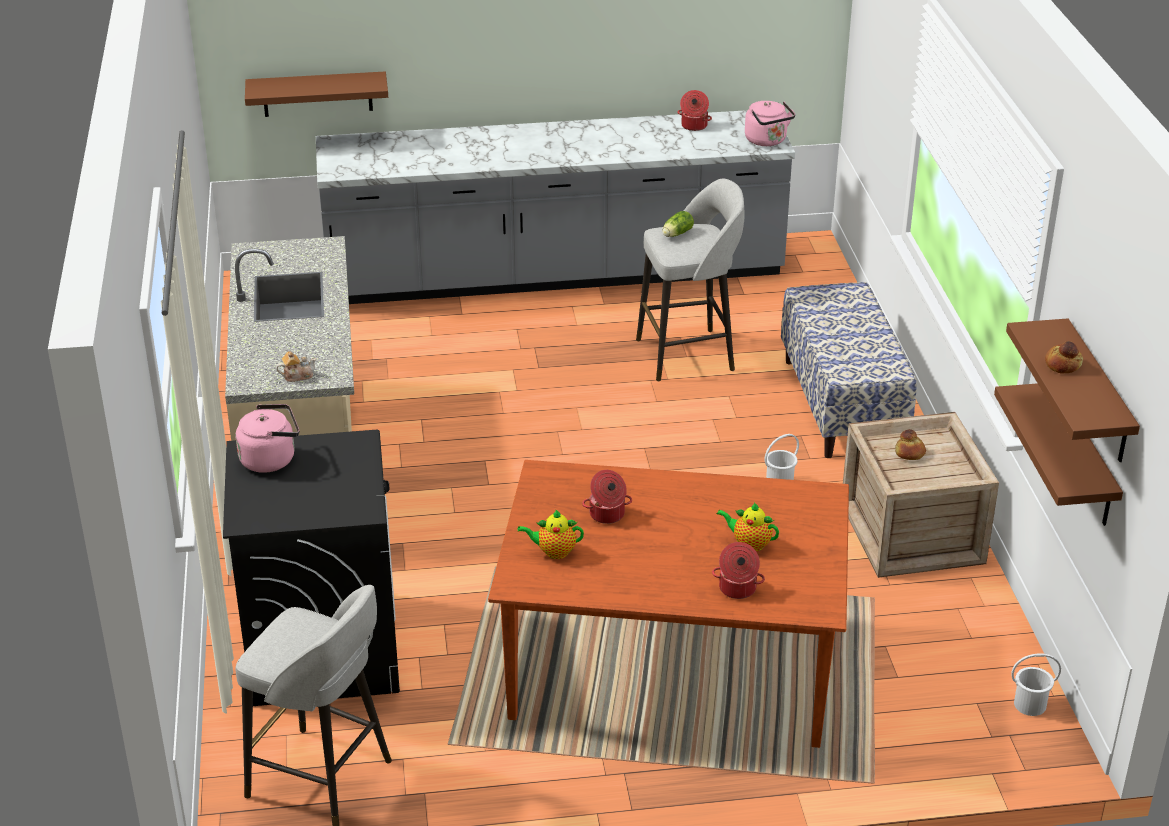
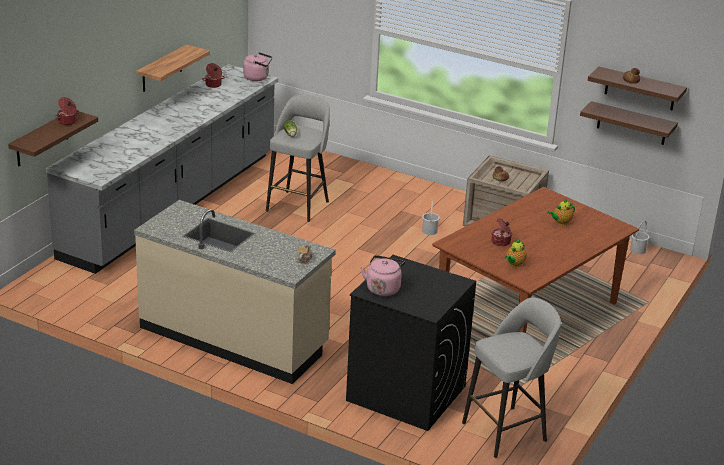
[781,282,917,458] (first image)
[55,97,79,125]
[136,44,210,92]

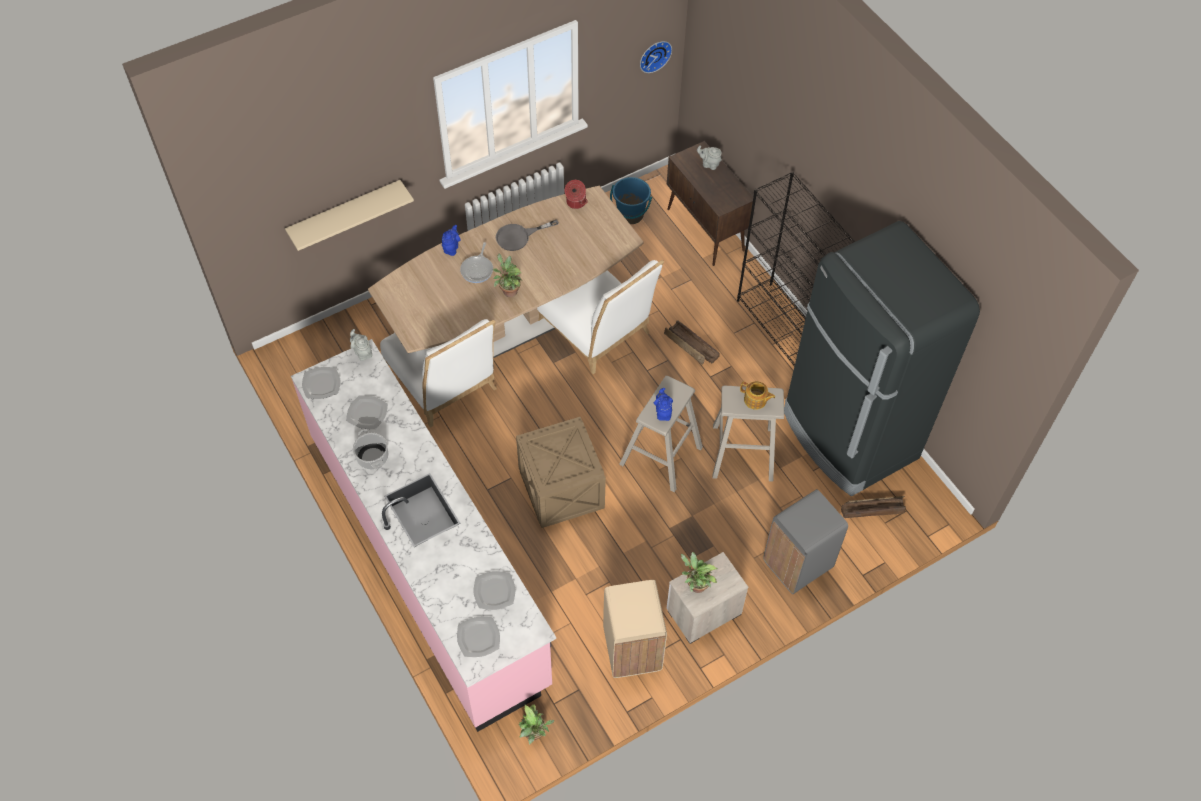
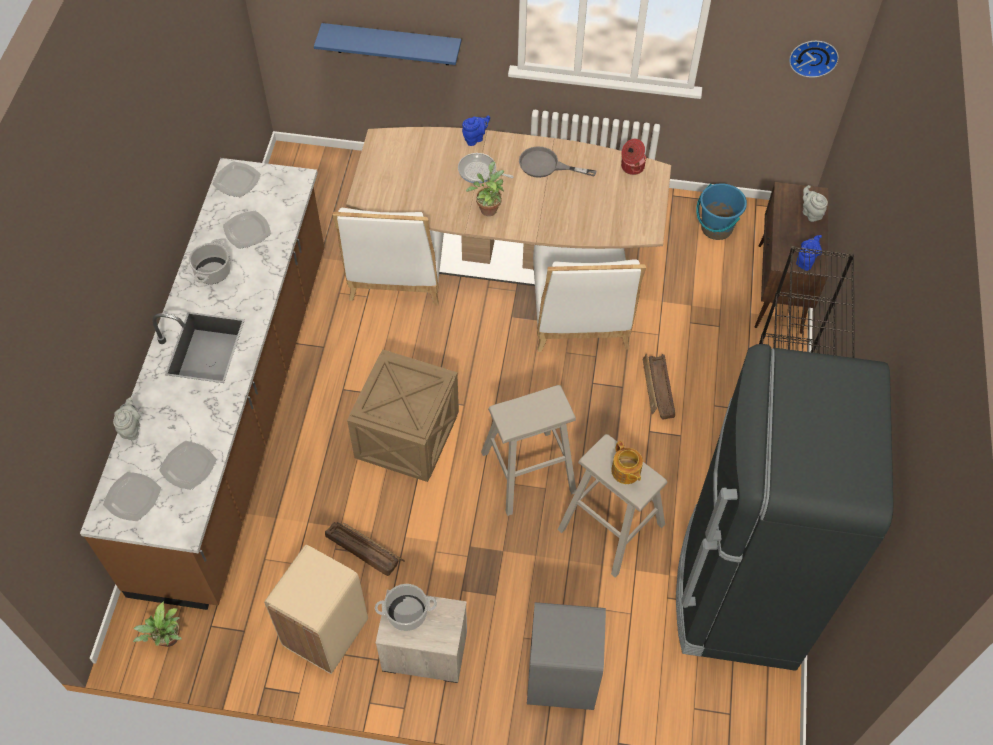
[314,23,461,65]
[458,153,514,184]
[113,397,141,440]
[80,158,324,610]
[796,235,822,271]
[325,522,405,576]
[375,584,437,631]

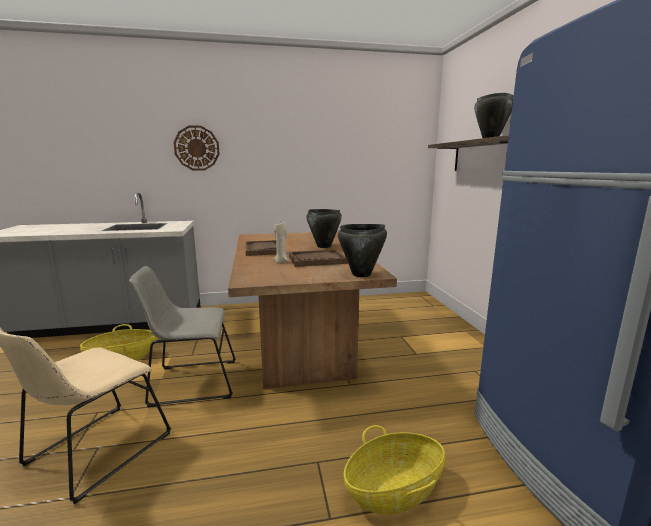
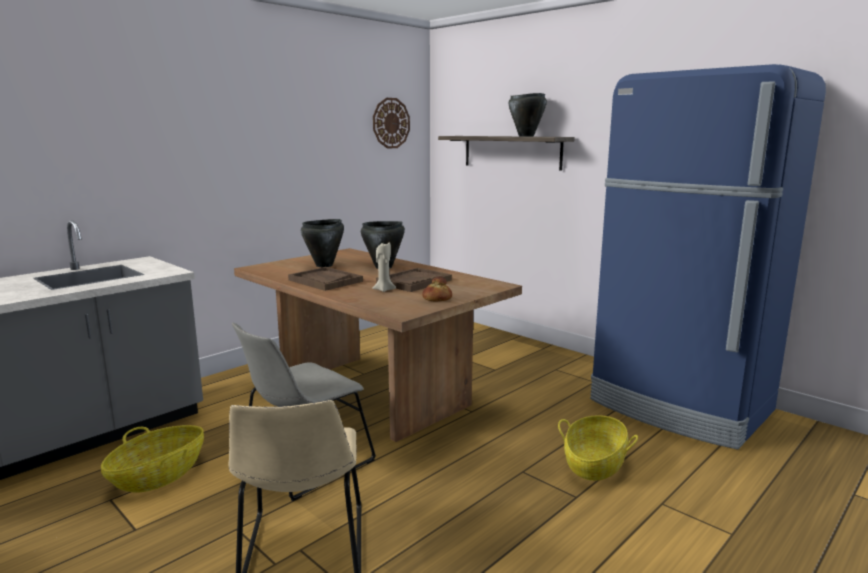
[373,98,410,148]
[301,219,344,267]
[422,276,452,301]

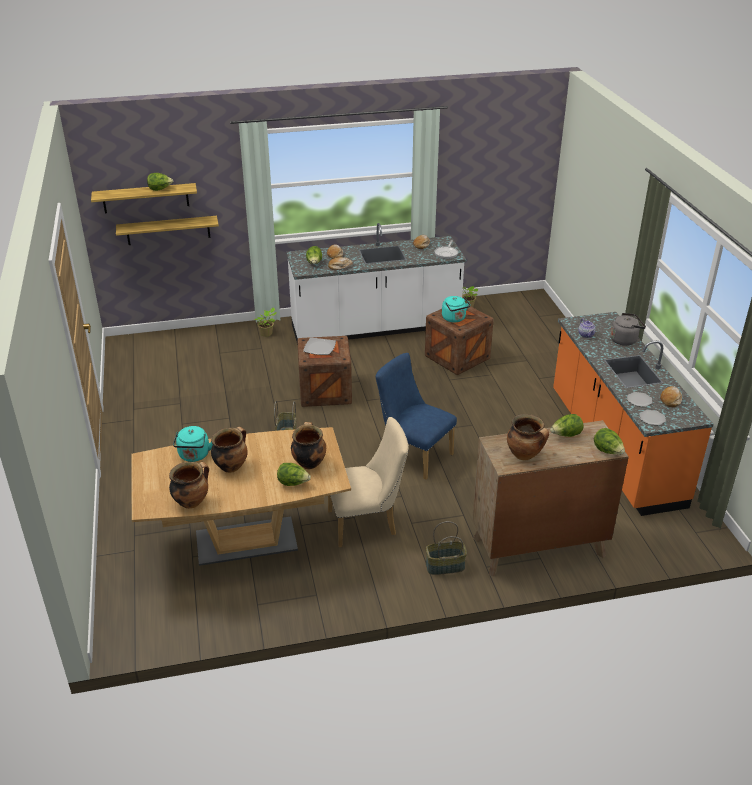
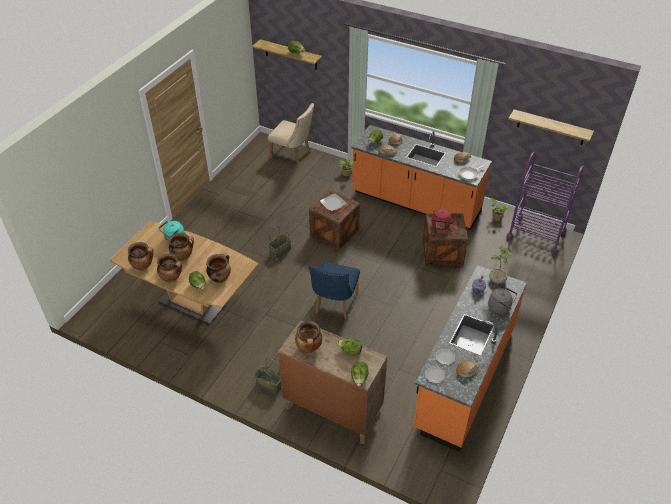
[508,109,594,145]
[351,125,492,230]
[432,208,456,230]
[309,262,360,319]
[268,103,314,165]
[506,152,584,255]
[489,245,516,284]
[157,254,182,282]

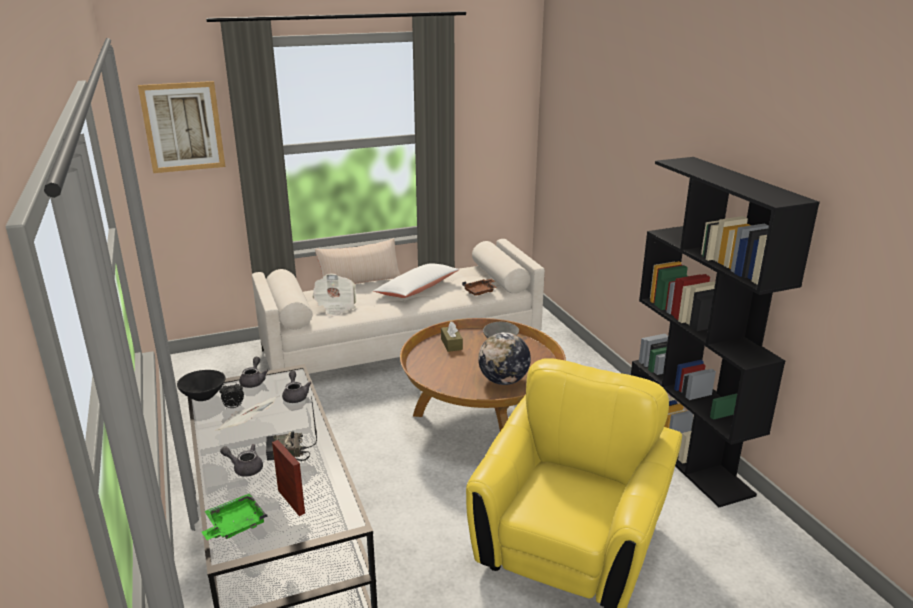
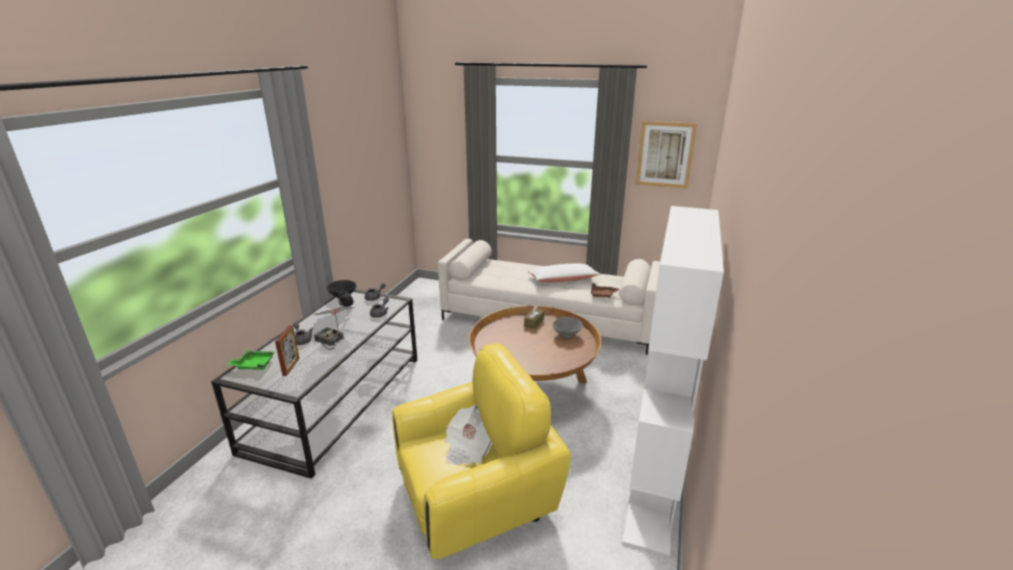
[635,121,697,189]
[622,206,724,557]
[315,238,401,283] (first image)
[445,405,492,465]
[478,332,531,385] (first image)

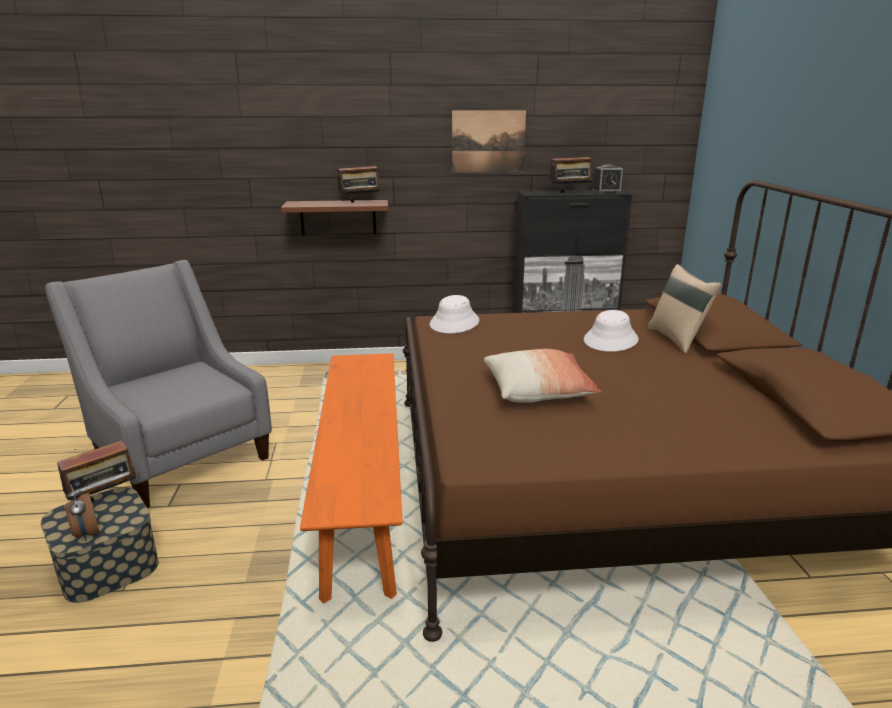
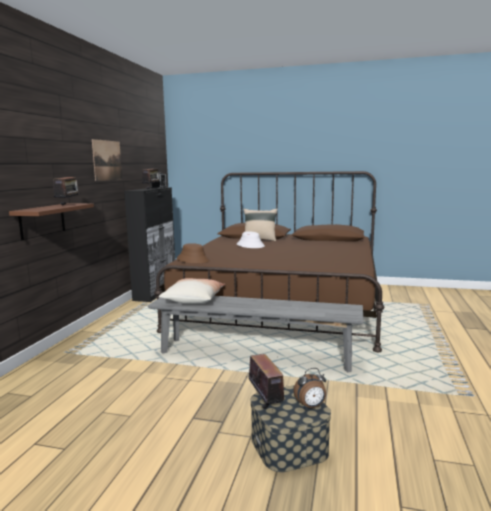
[45,260,272,508] (first image)
[177,243,210,264]
[159,278,225,304]
[148,296,364,372]

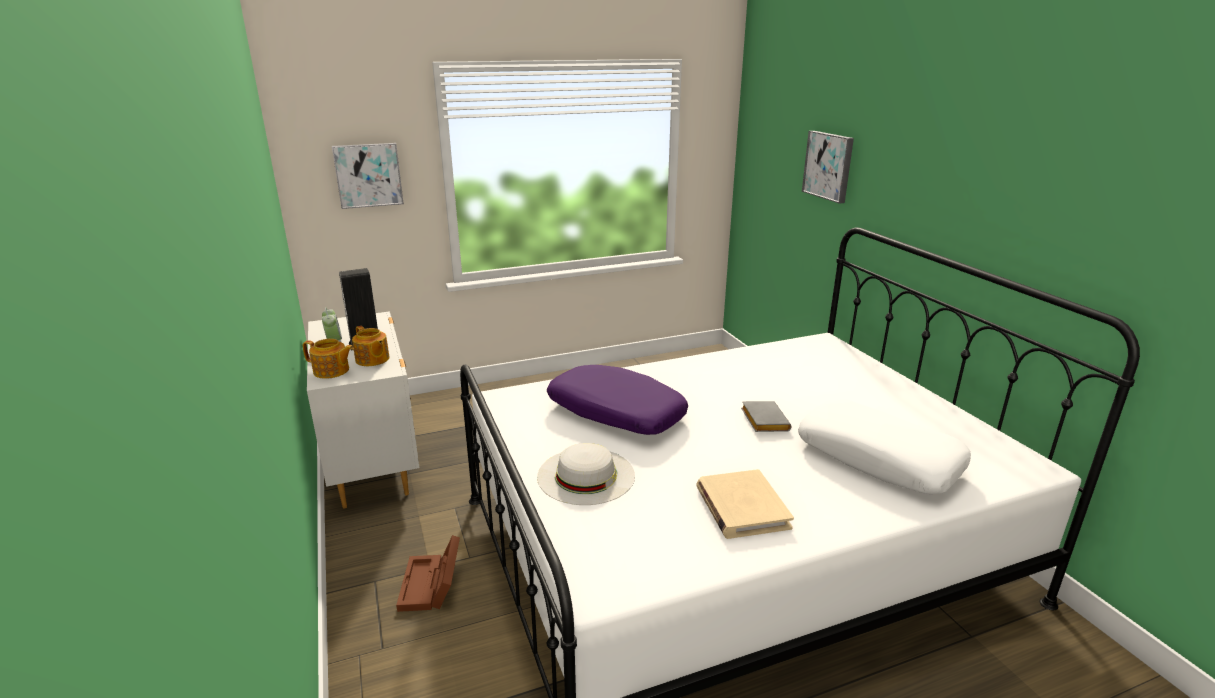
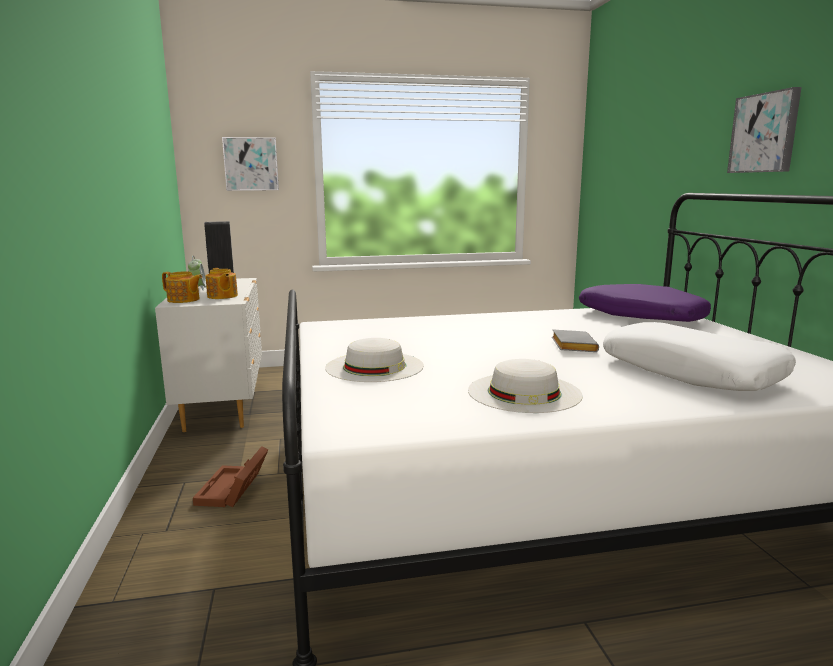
[727,87,802,173]
[579,284,711,322]
[468,359,583,413]

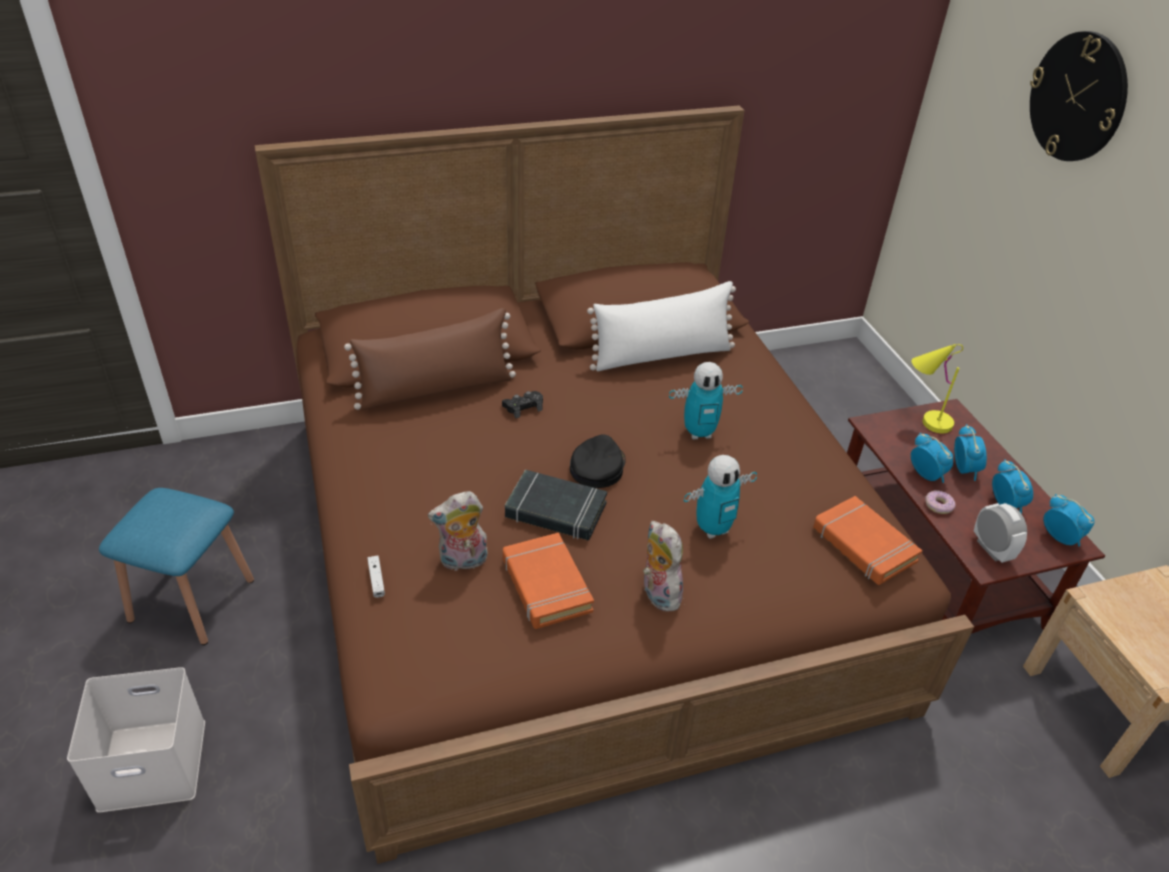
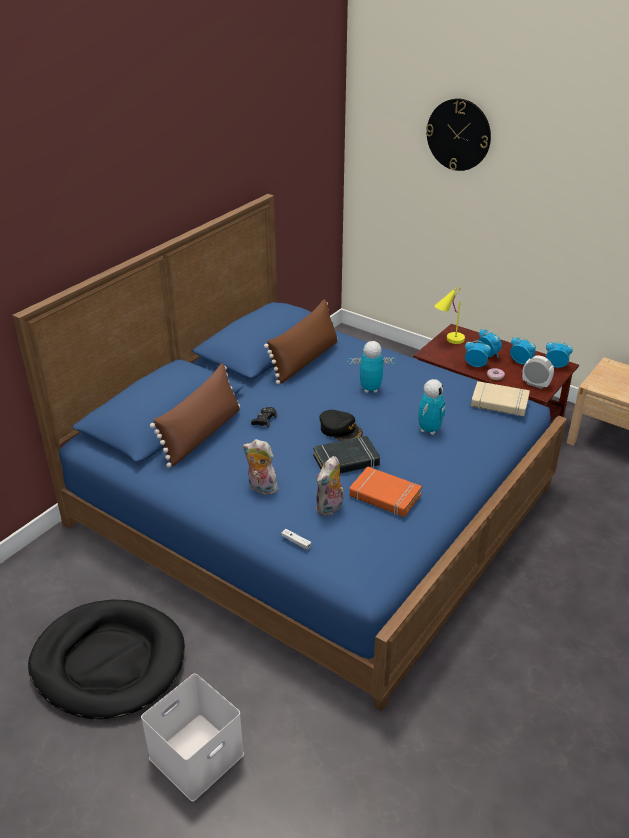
[12,194,567,711]
[264,299,338,384]
[348,341,396,393]
[319,410,363,441]
[28,599,185,719]
[471,381,530,416]
[243,439,278,495]

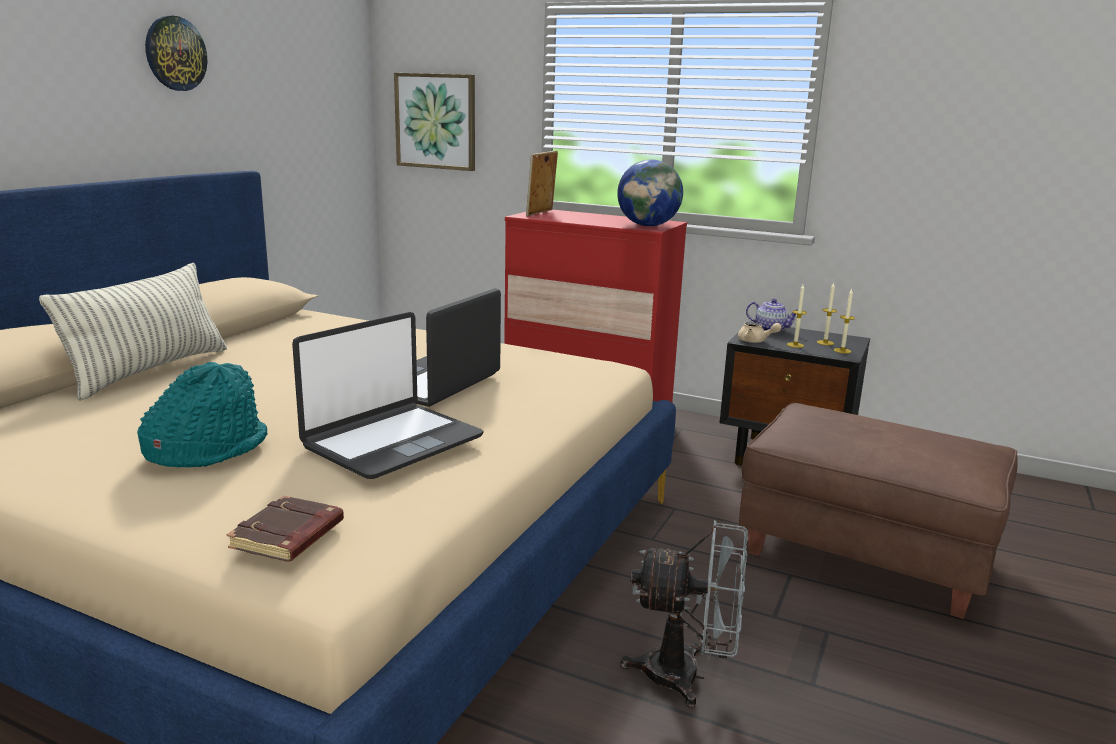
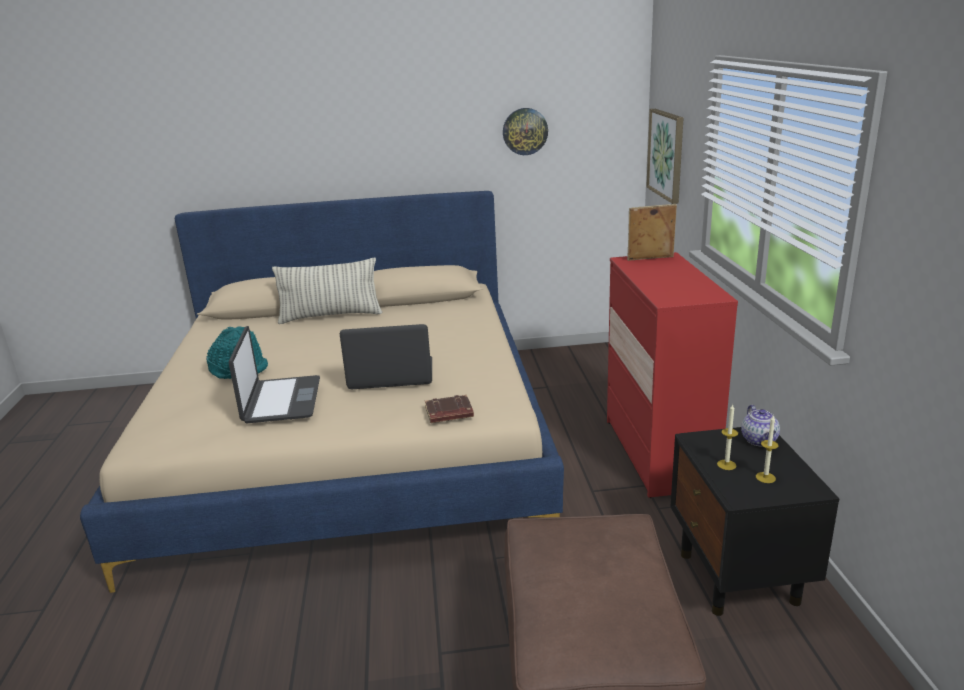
[503,108,548,155]
[617,159,683,226] (first image)
[834,289,855,354] (first image)
[229,326,320,423]
[738,322,782,343] (first image)
[425,395,474,423]
[621,520,748,708] (first image)

